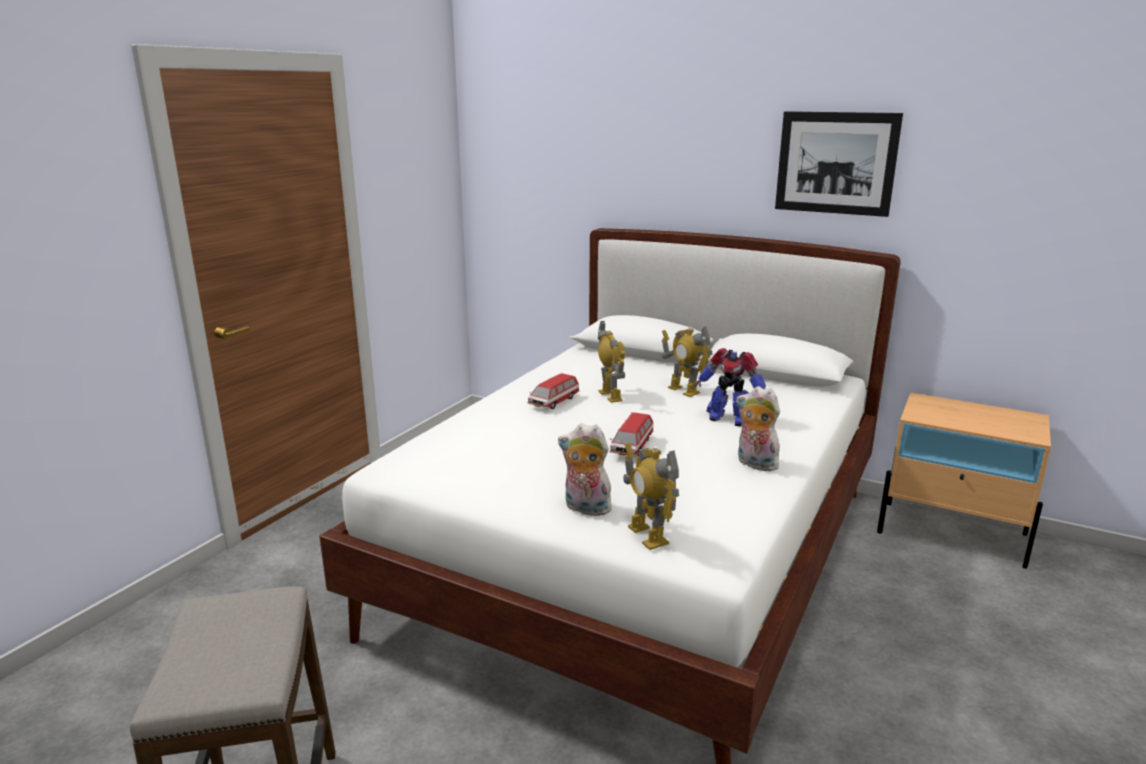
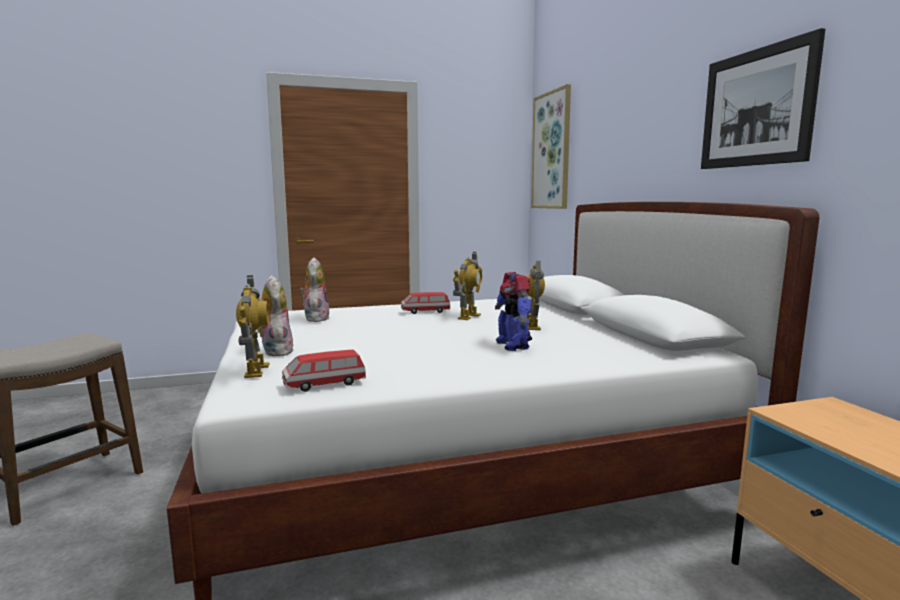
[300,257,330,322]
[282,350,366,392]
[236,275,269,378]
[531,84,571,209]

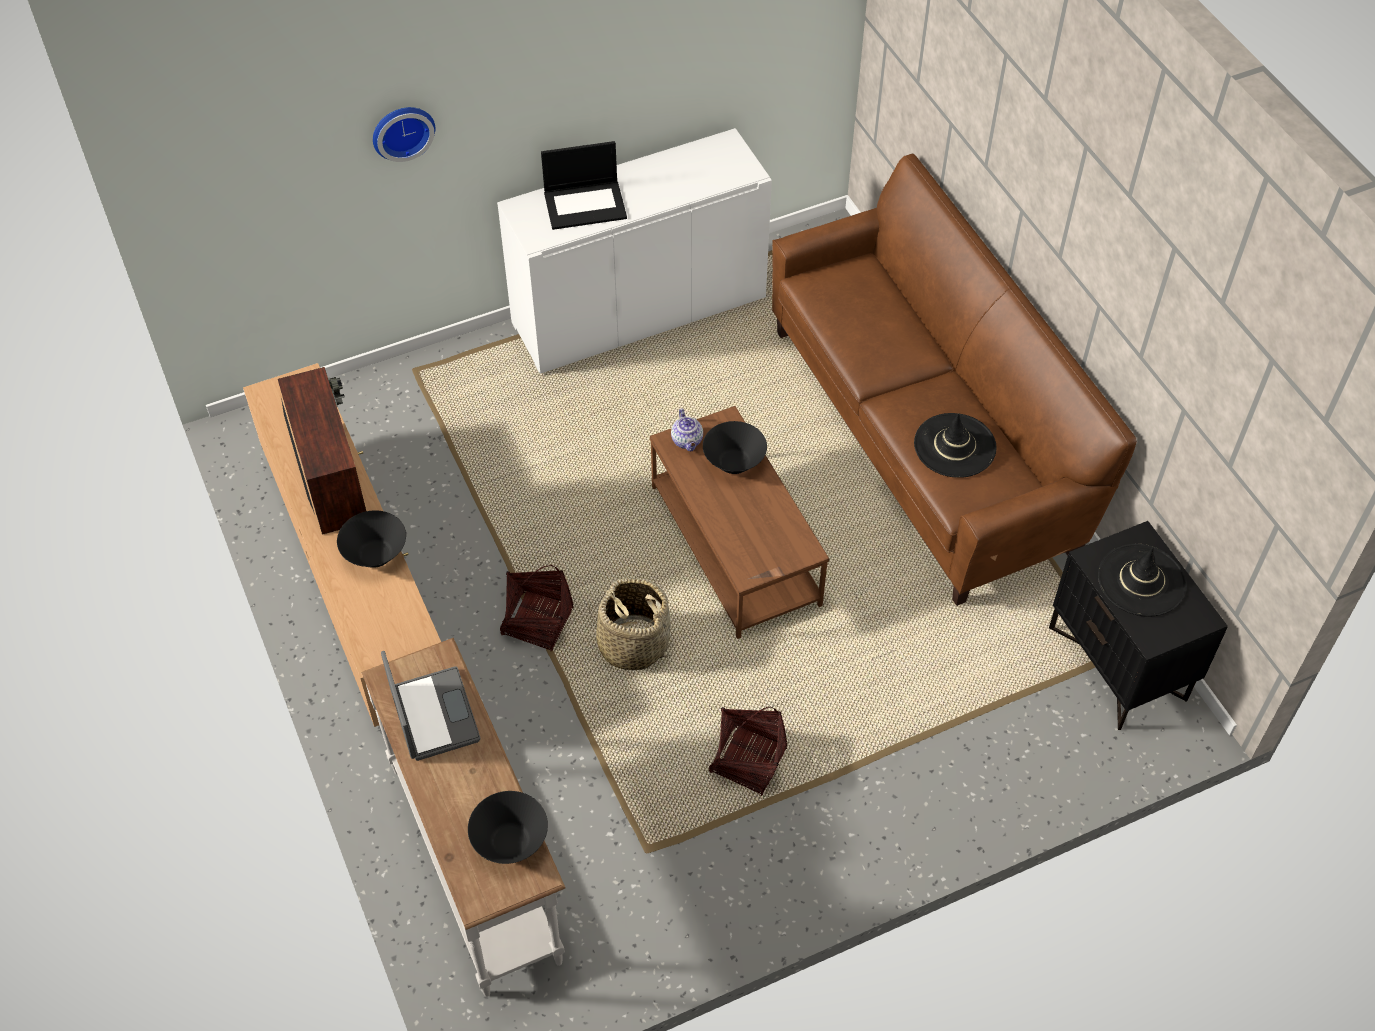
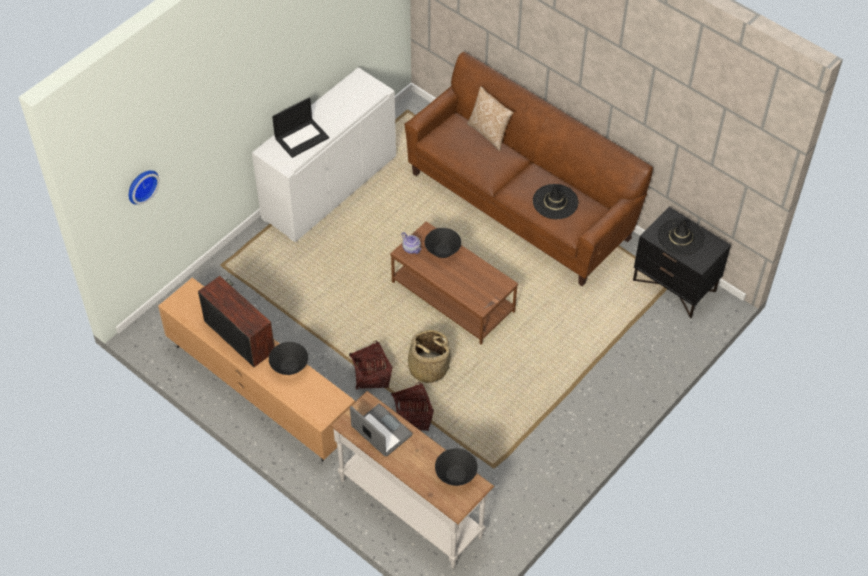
[129,170,160,205]
[391,382,434,431]
[467,86,514,151]

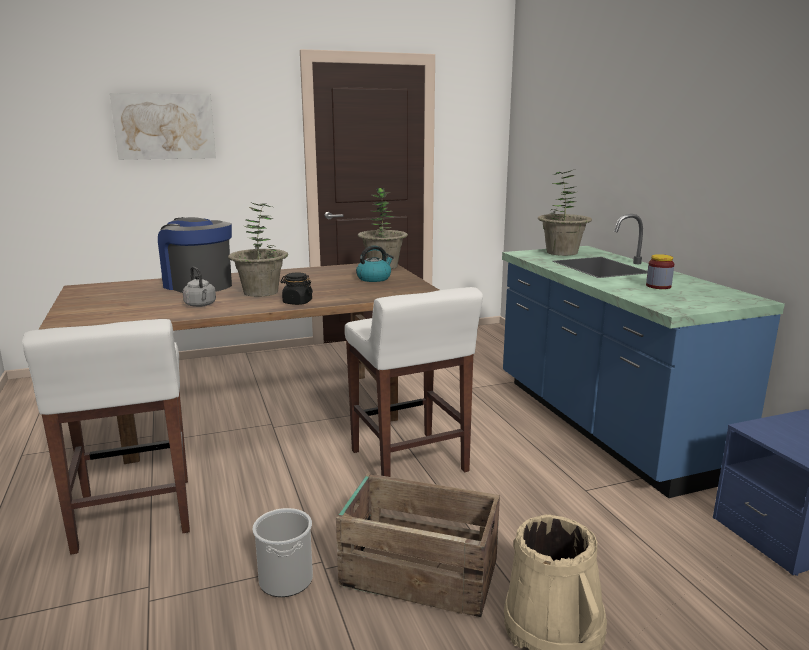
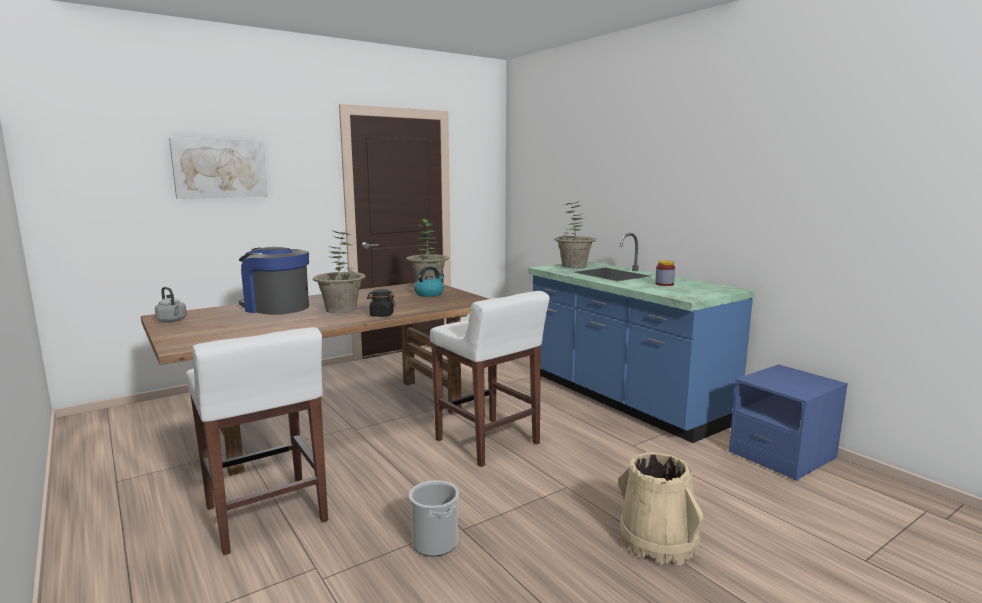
[155,287,187,322]
[336,473,500,617] (first image)

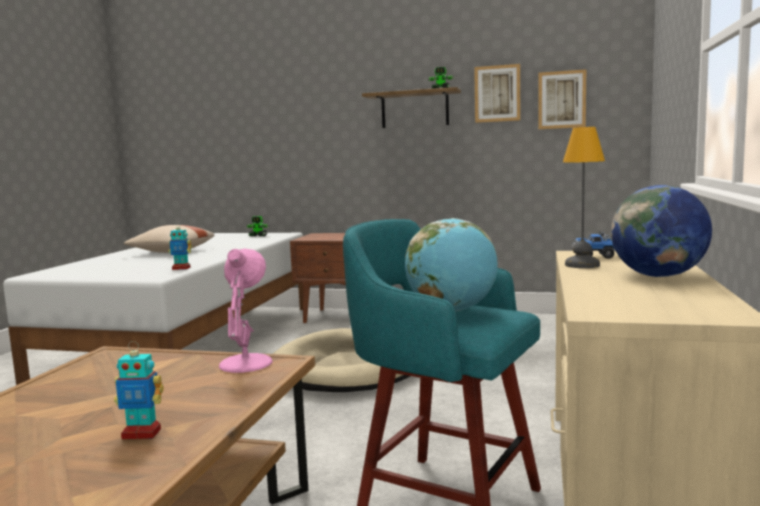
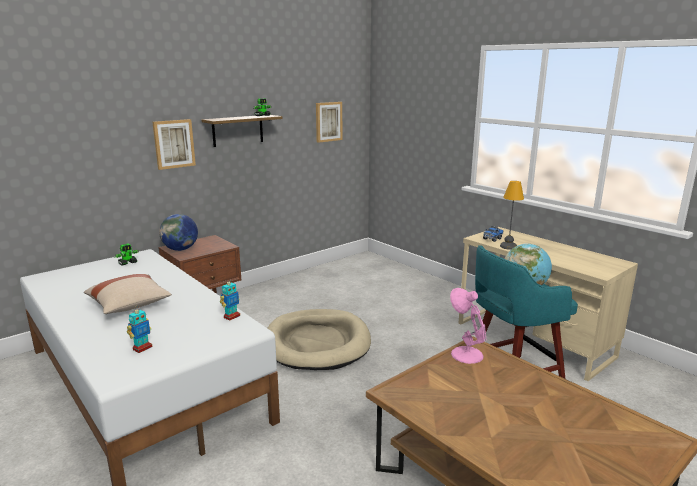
[152,119,196,170]
[159,214,198,251]
[127,306,152,353]

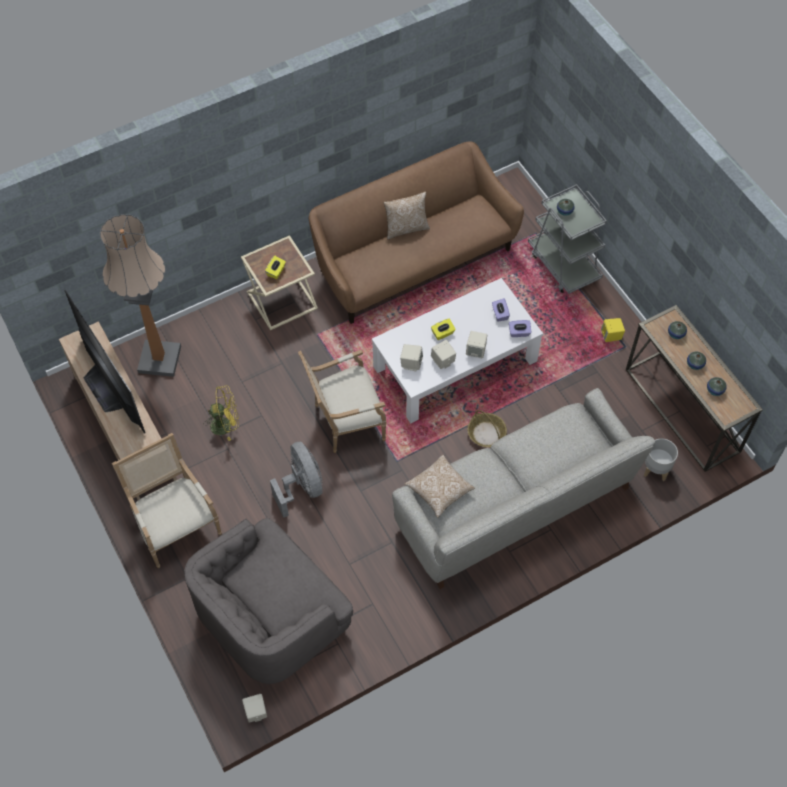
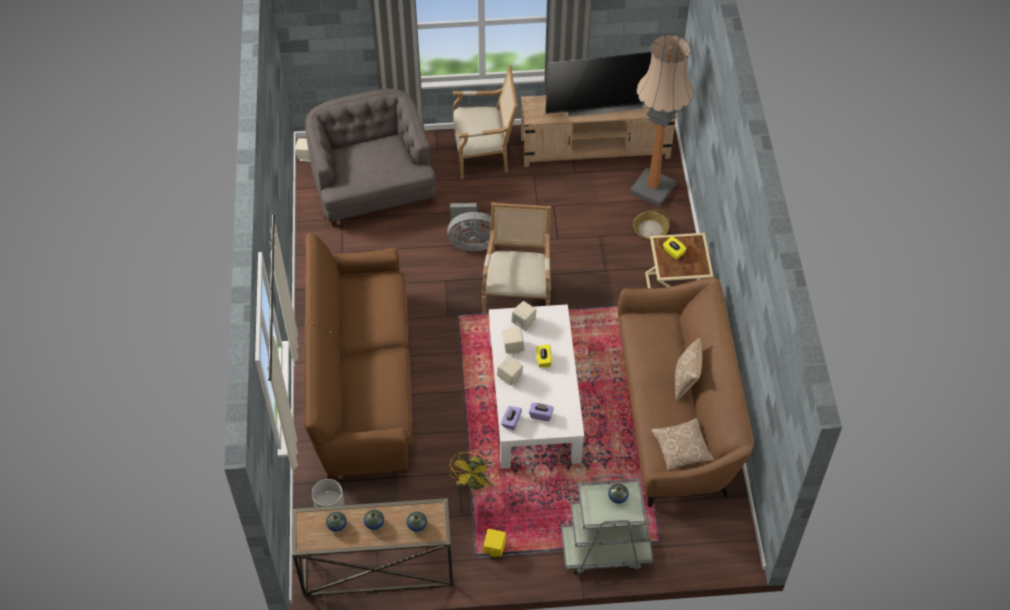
[449,452,498,491]
[304,233,413,479]
[633,210,670,241]
[651,418,714,471]

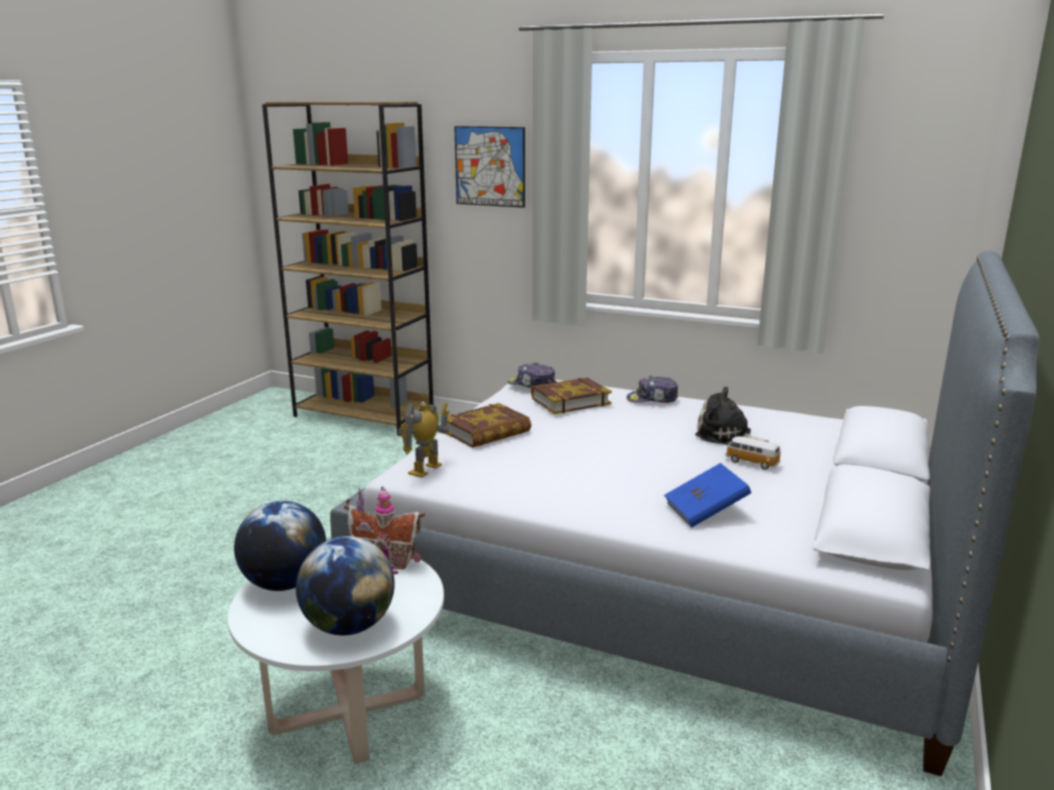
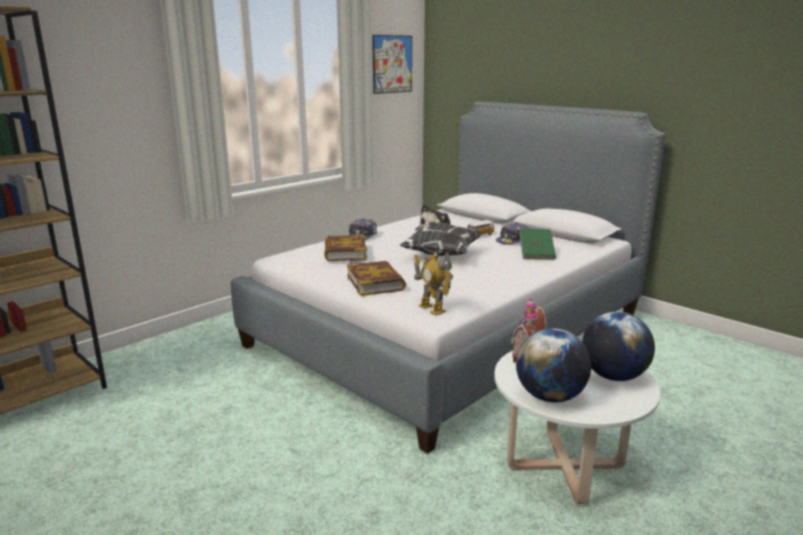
[372,35,412,94]
[496,223,530,245]
[519,229,556,260]
[399,223,482,256]

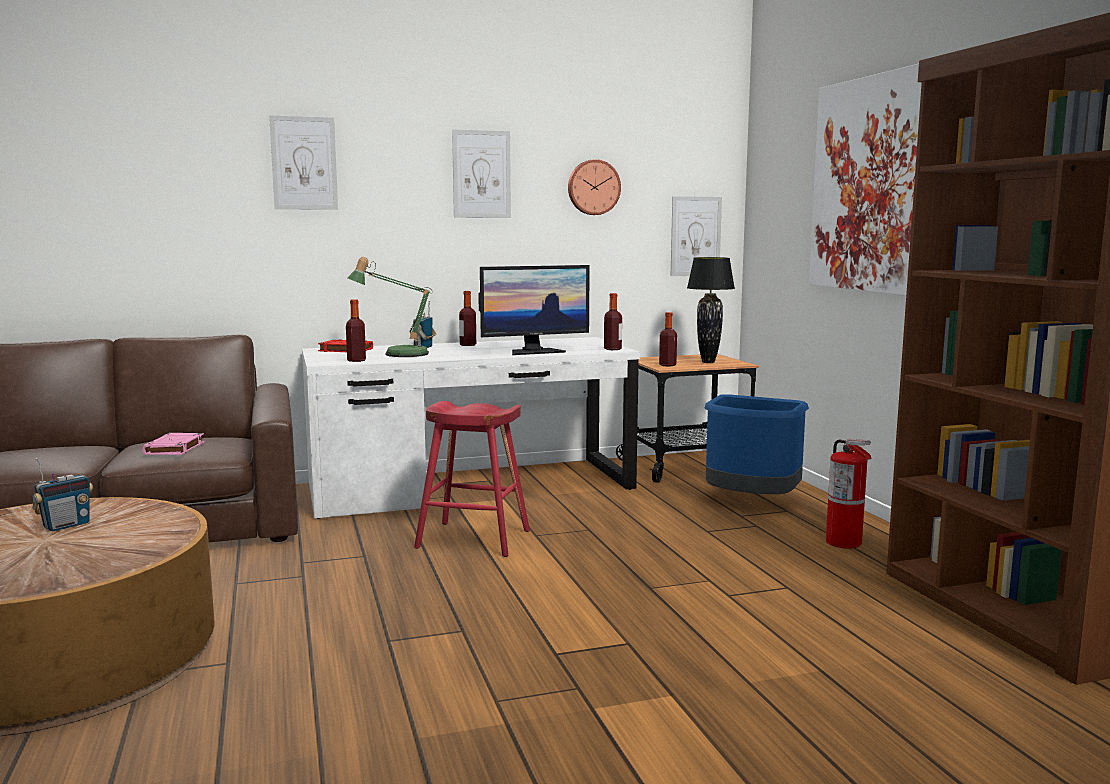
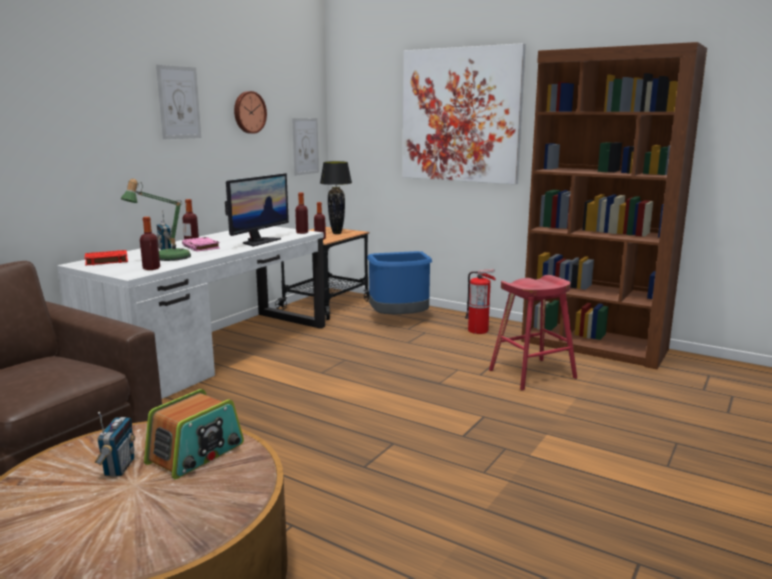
[269,115,338,210] (first image)
[489,275,577,391]
[182,237,220,251]
[144,389,244,479]

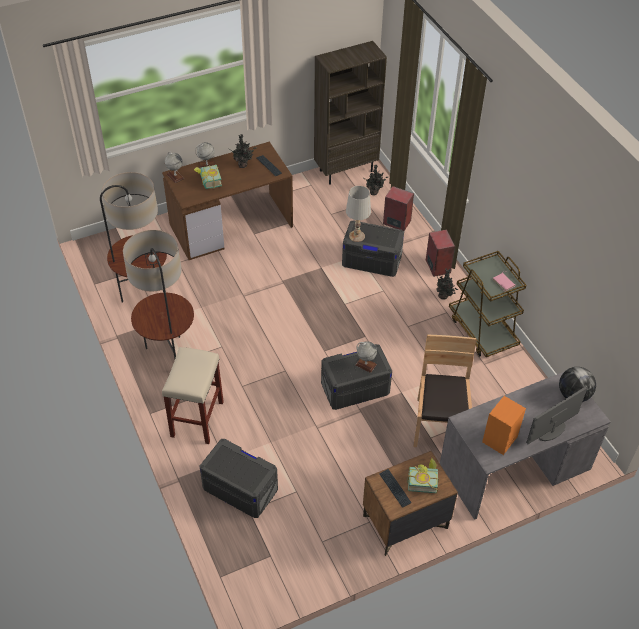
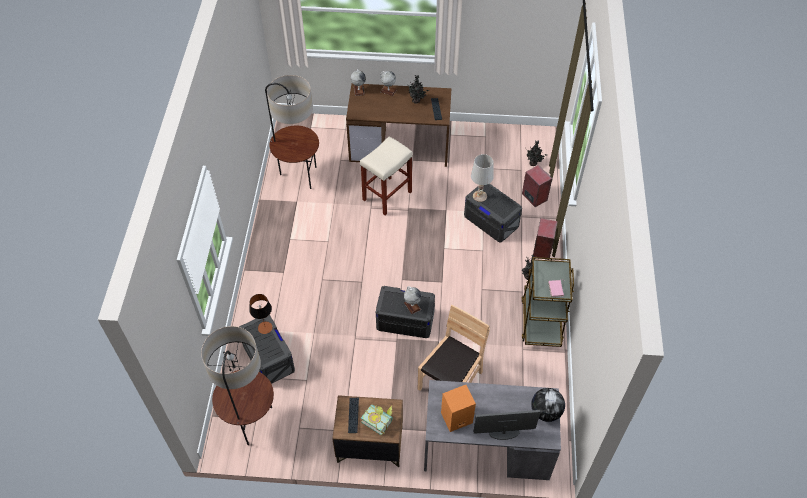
[314,41,387,185] (first image)
[194,165,222,189] (first image)
[201,326,274,445]
[360,137,413,216]
[249,294,273,334]

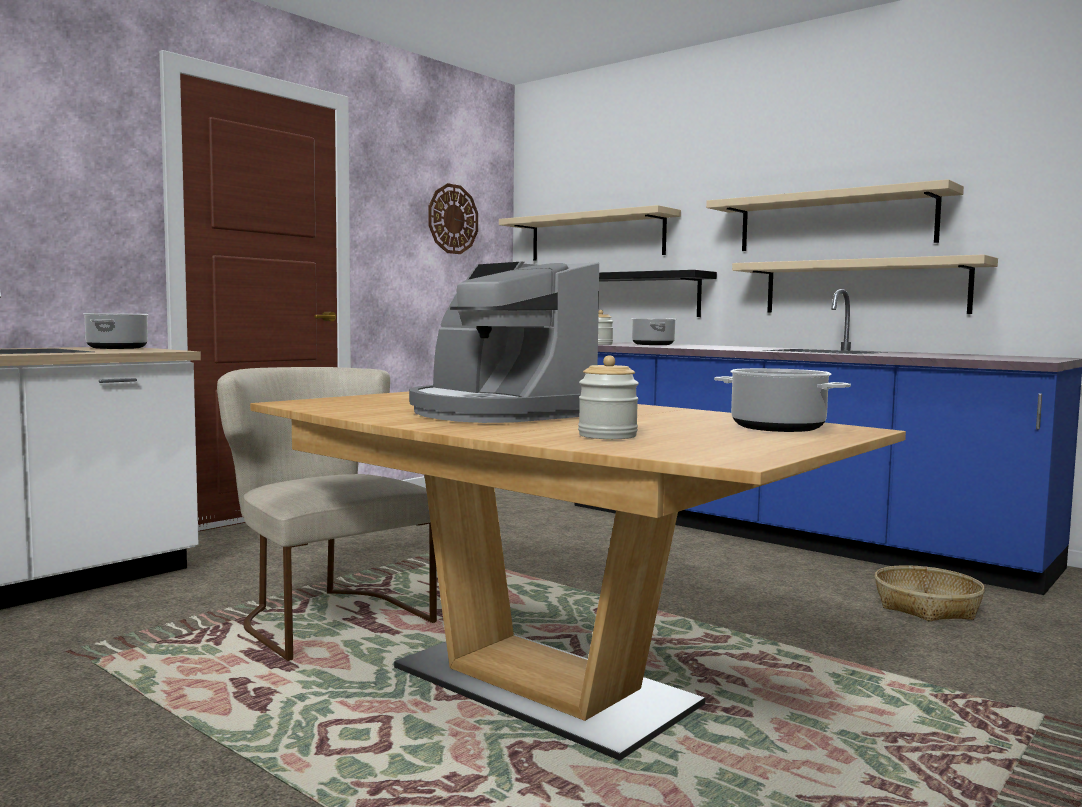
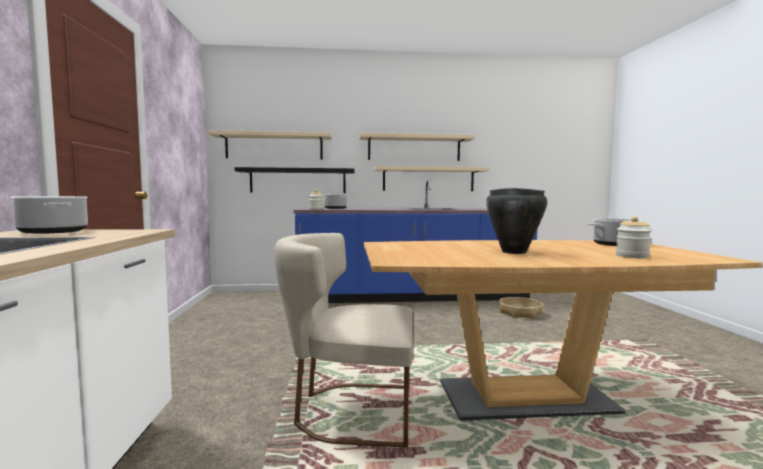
[428,183,478,254] (first image)
[486,188,547,254]

